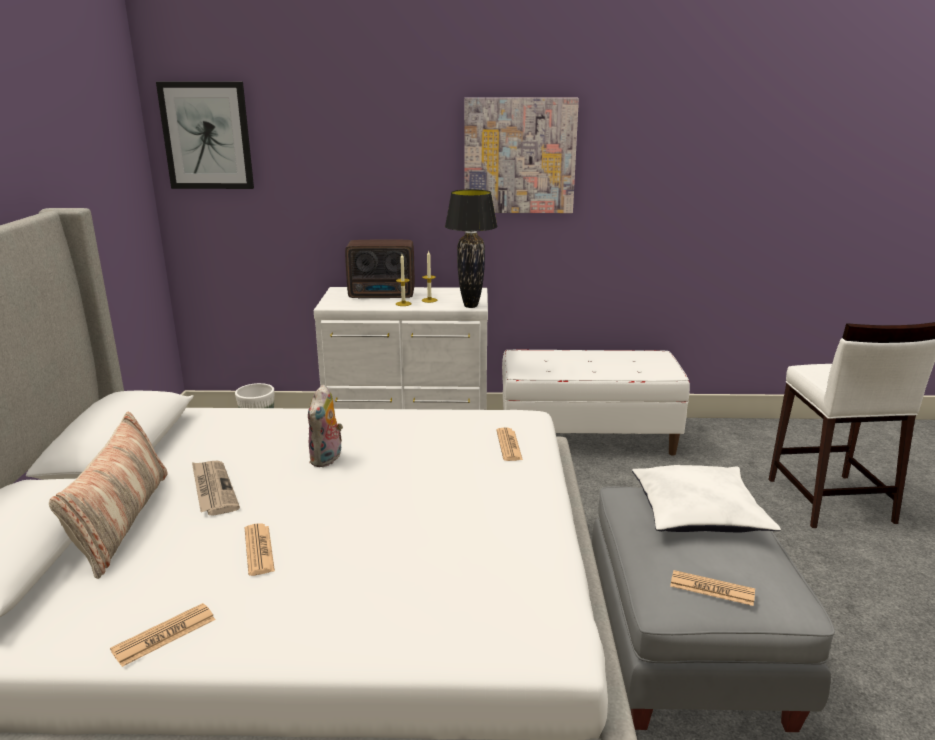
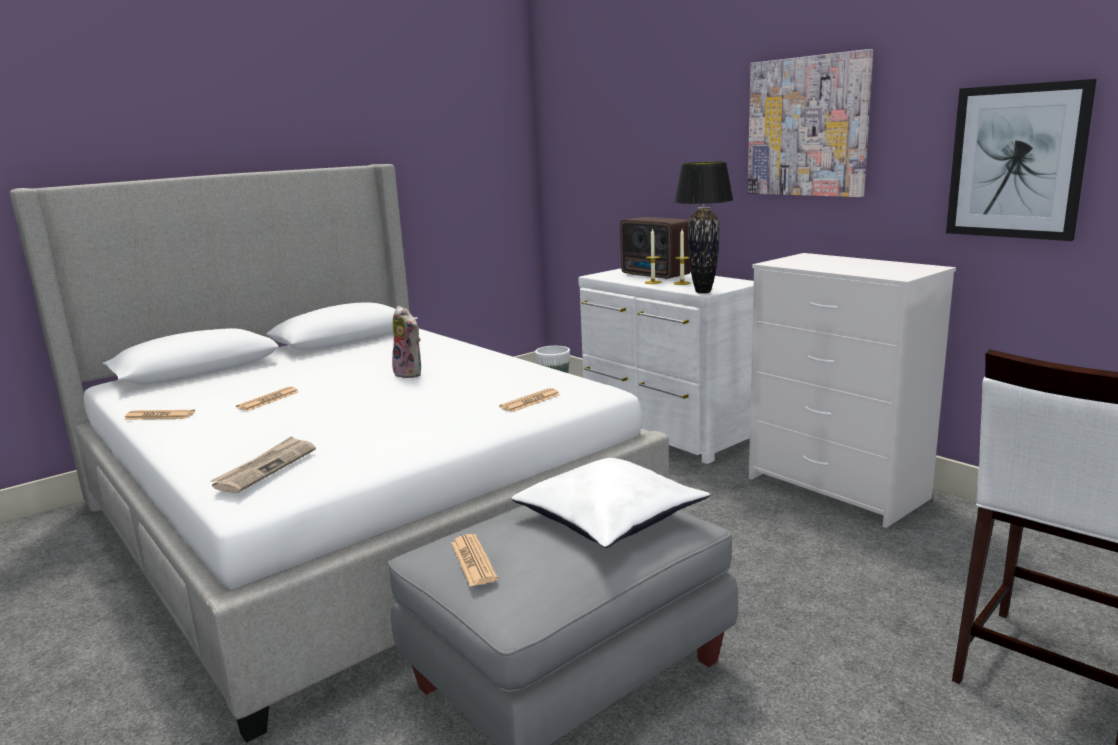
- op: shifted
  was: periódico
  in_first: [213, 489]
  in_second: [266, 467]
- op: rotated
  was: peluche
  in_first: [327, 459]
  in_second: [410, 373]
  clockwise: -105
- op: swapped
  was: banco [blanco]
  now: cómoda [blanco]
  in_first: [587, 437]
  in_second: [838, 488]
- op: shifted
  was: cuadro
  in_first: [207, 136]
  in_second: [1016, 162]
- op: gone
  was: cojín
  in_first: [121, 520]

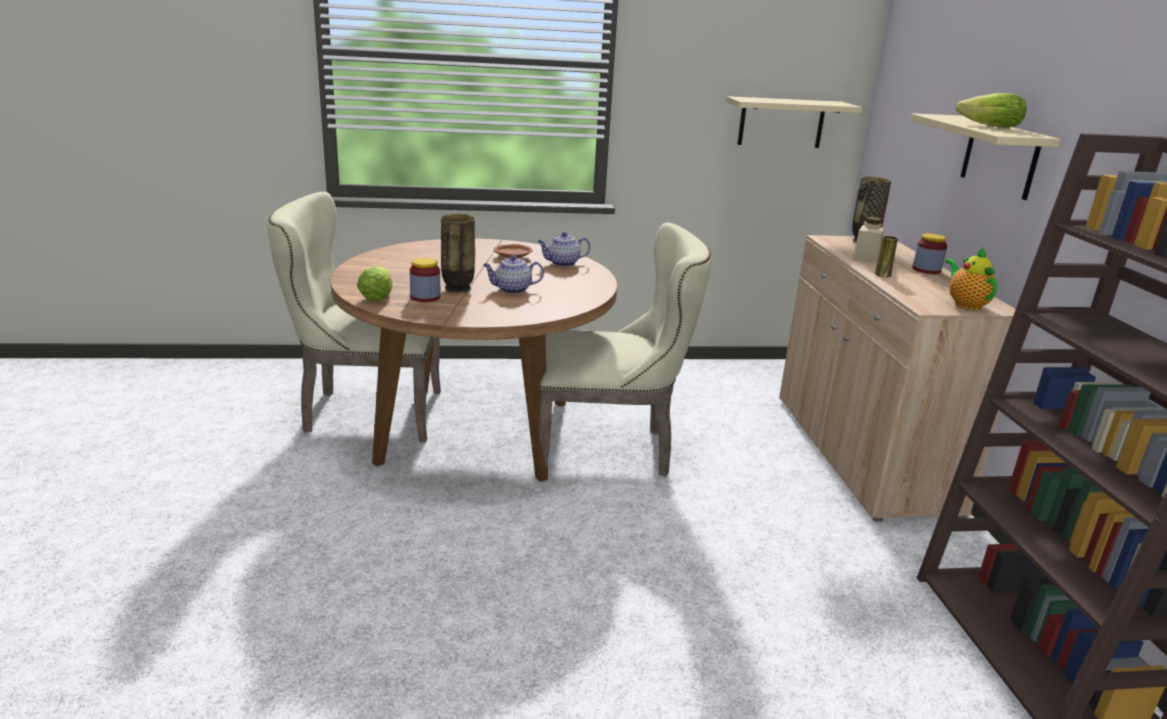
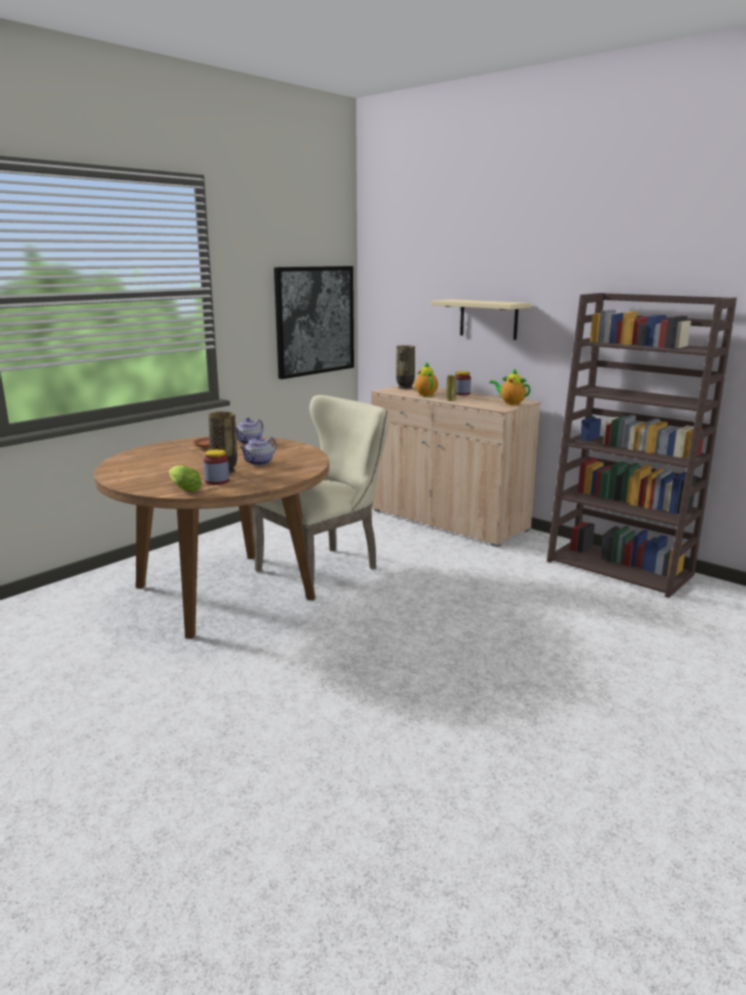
- op: swapped
  was: estante [beis]
  now: cuadro
  in_first: [781, 122]
  in_second: [314, 320]
- op: swapped
  was: tarro [beis]
  now: tetera
  in_first: [865, 258]
  in_second: [425, 394]
- op: gone
  was: silla [beis]
  in_first: [364, 413]
- op: gone
  was: lechuga
  in_first: [986, 126]

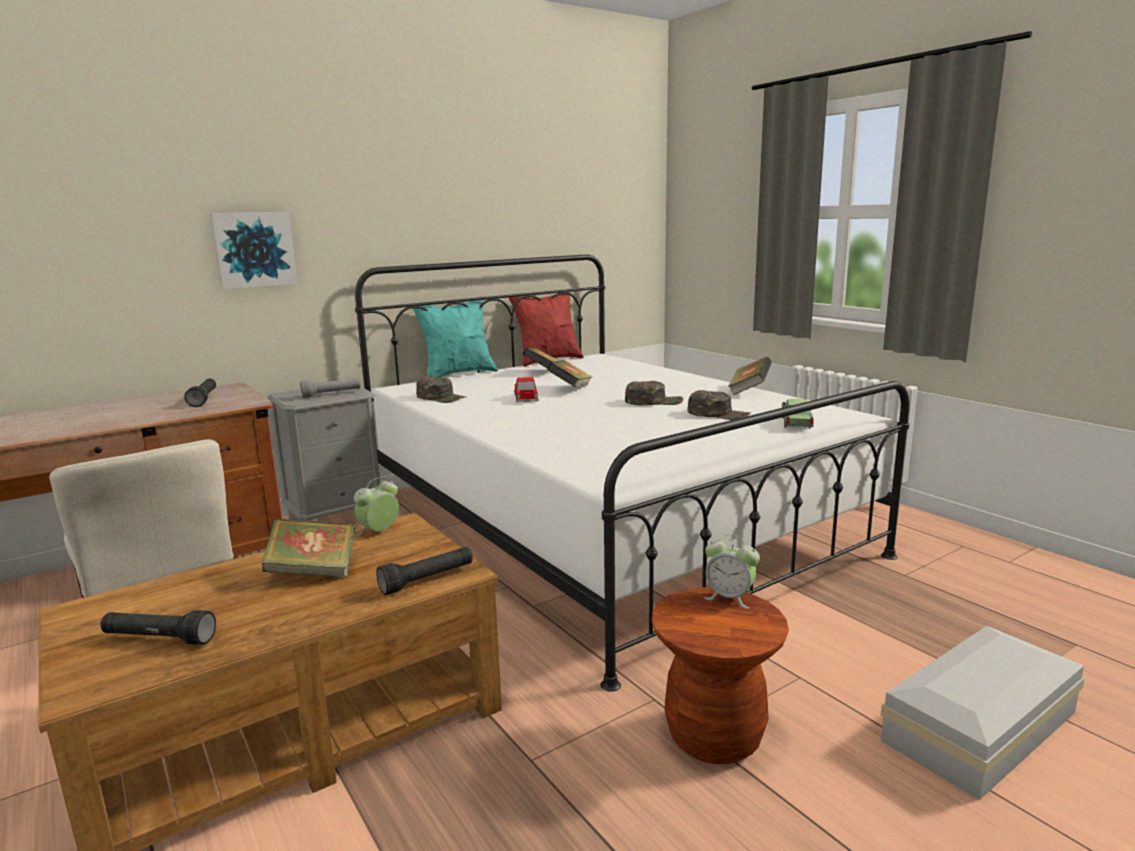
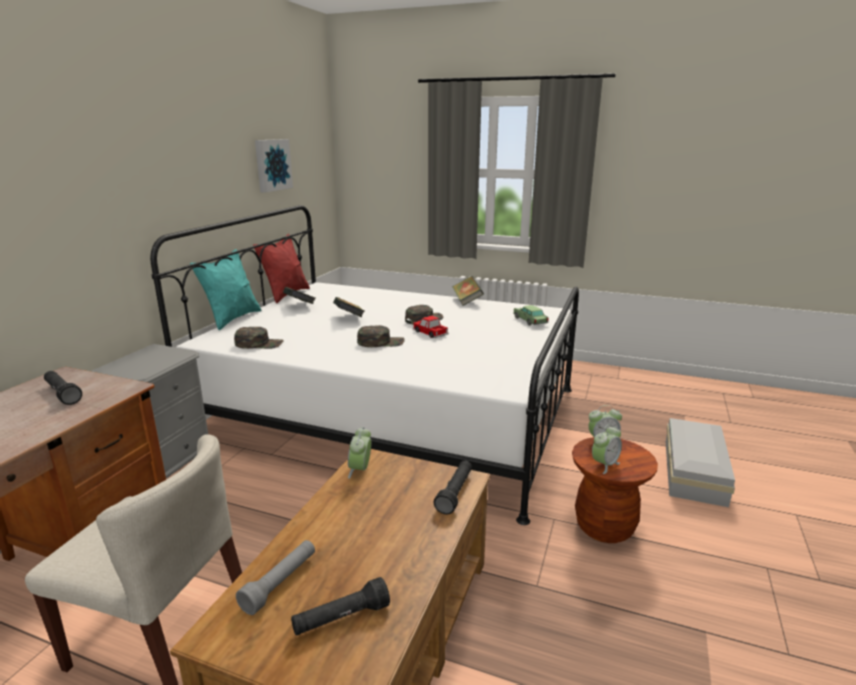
- op: shifted
  was: linterna [gris]
  in_first: [331, 394]
  in_second: [280, 583]
- op: shifted
  was: cuadro
  in_first: [254, 249]
  in_second: [272, 165]
- op: shifted
  was: gorra [verde]
  in_first: [718, 414]
  in_second: [380, 342]
- op: shifted
  was: coche de juguete
  in_first: [526, 398]
  in_second: [430, 333]
- op: new
  now: despertador
  in_second: [604, 465]
- op: gone
  was: libro
  in_first: [313, 571]

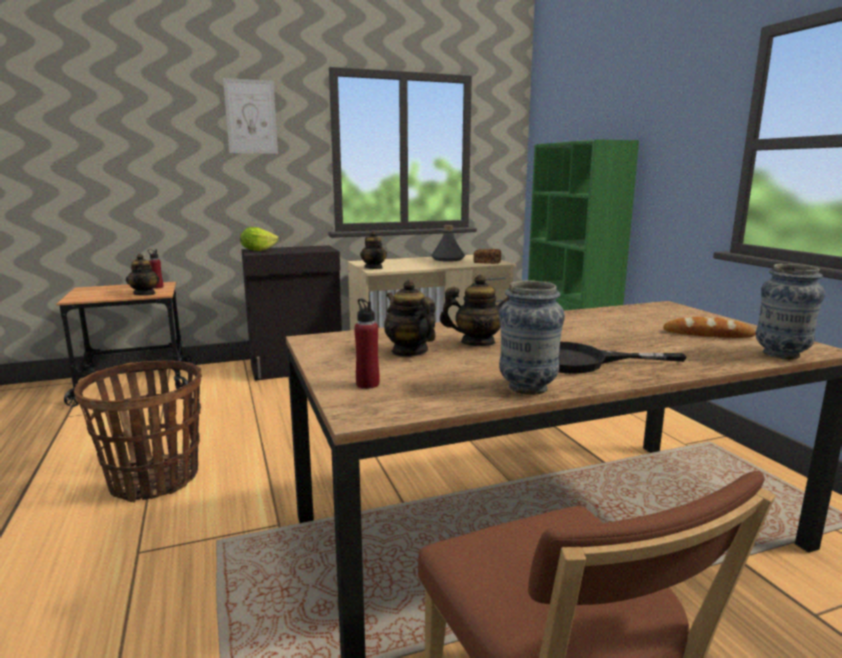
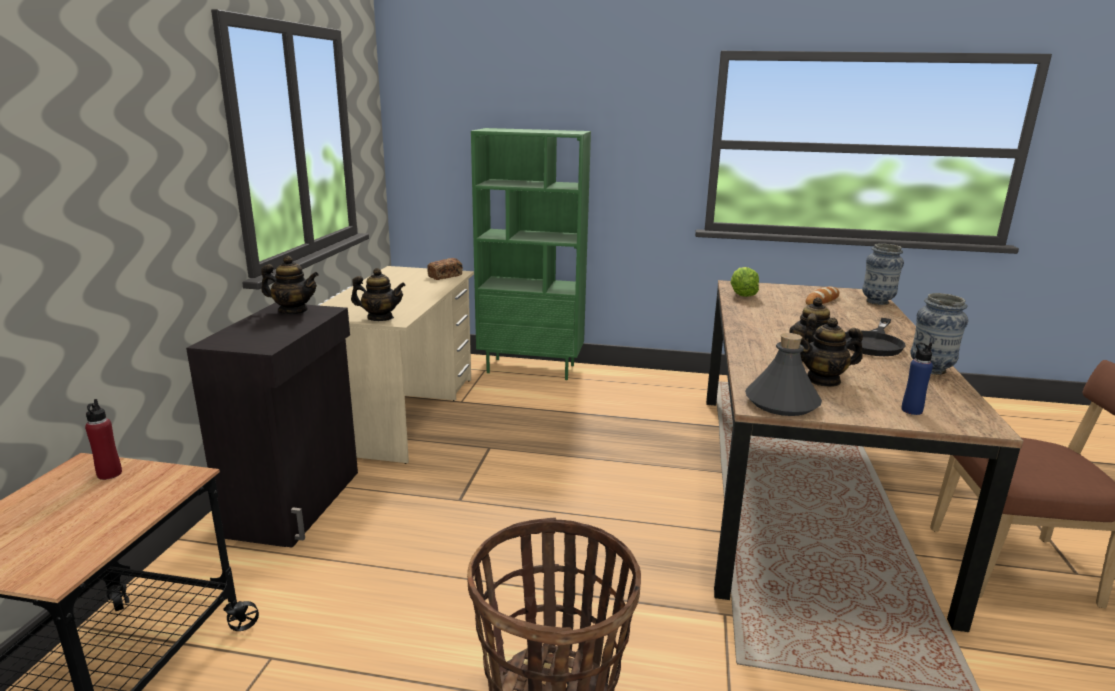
- op: shifted
  was: tetera
  in_first: [145, 294]
  in_second: [293, 311]
- op: shifted
  was: lechuga
  in_first: [258, 250]
  in_second: [742, 295]
- op: shifted
  was: botella [gris]
  in_first: [448, 259]
  in_second: [782, 403]
- op: repainted
  was: botella [rojo]
  now: botella [azul]
  in_first: [367, 384]
  in_second: [911, 410]
- op: gone
  was: cuadro
  in_first: [251, 117]

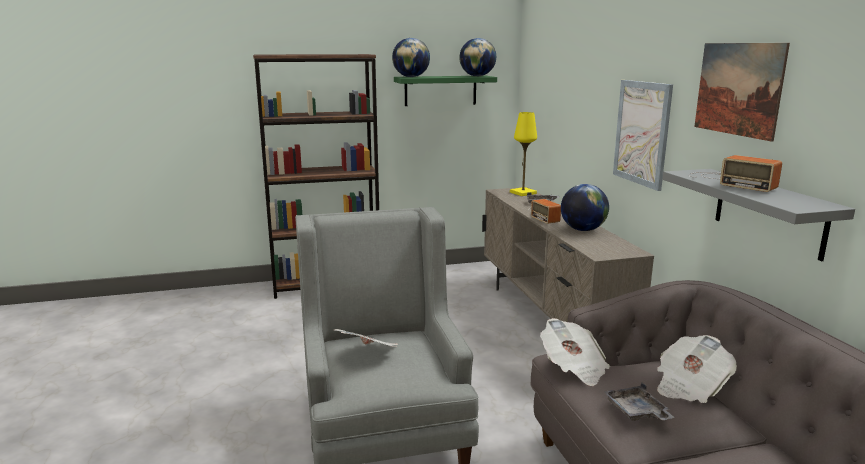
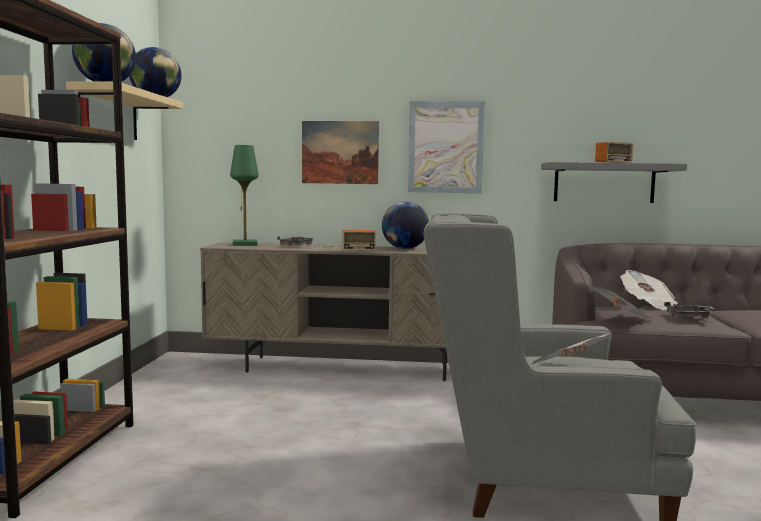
- op: repainted
  was: estante [verde]
  now: estante [beis]
  in_first: [440, 90]
  in_second: [108, 114]
- op: repainted
  was: lámpara de mesa [amarillo]
  now: lámpara de mesa [verde]
  in_first: [522, 193]
  in_second: [245, 244]
- op: shifted
  was: cuadro
  in_first: [738, 89]
  in_second: [340, 152]

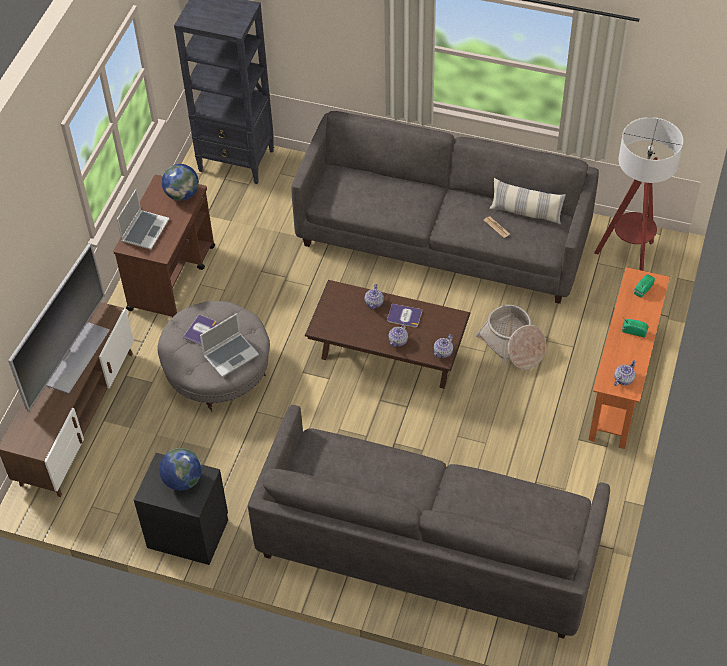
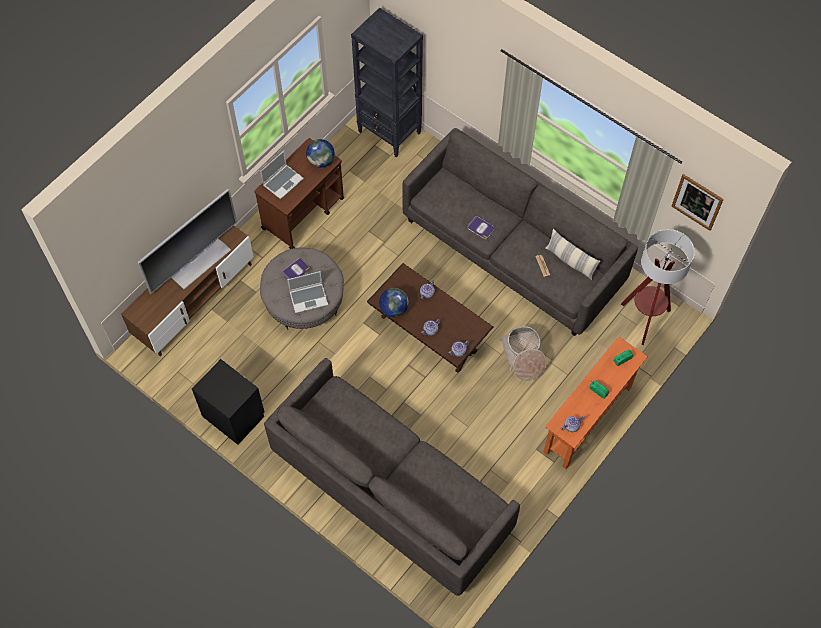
- op: shifted
  was: globo terráqueo
  in_first: [182, 480]
  in_second: [393, 309]
- op: shifted
  was: libro
  in_first: [404, 316]
  in_second: [481, 228]
- op: new
  now: cuadro
  in_second: [697, 202]

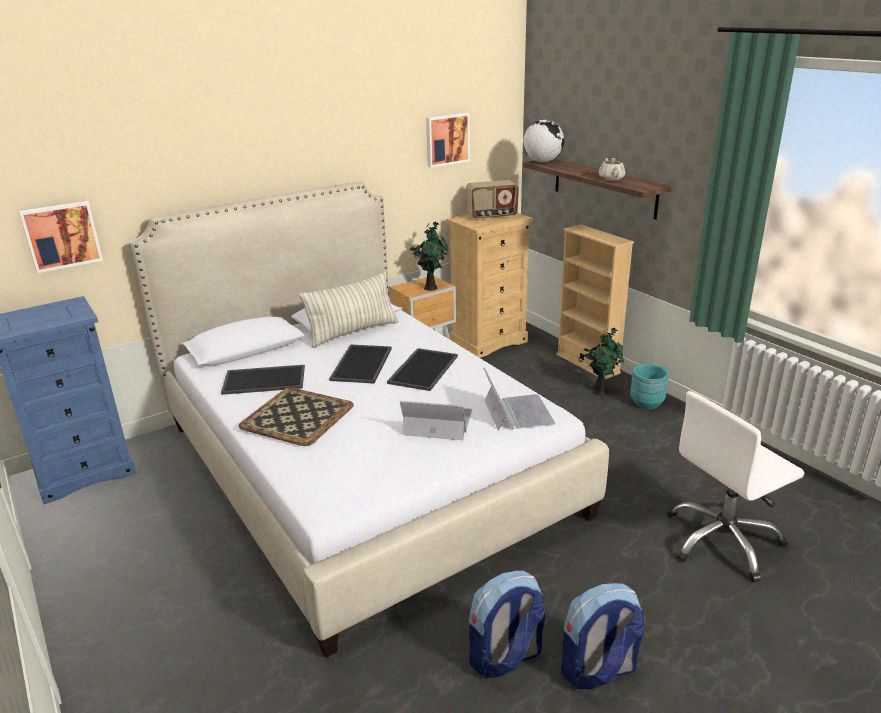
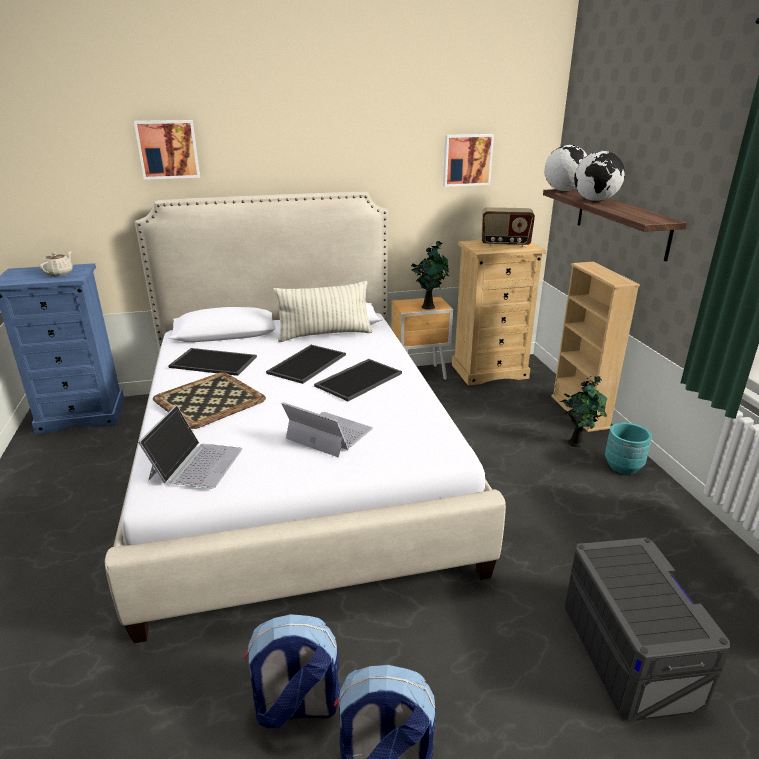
- op: shifted
  was: tetera [beis]
  in_first: [611, 178]
  in_second: [59, 273]
- op: shifted
  was: cuadro
  in_first: [61, 235]
  in_second: [168, 149]
- op: shifted
  was: portátil
  in_first: [517, 412]
  in_second: [196, 463]
- op: swapped
  was: silla de oficina [blanco]
  now: caja de almacenaje [gris]
  in_first: [723, 541]
  in_second: [628, 651]
- op: new
  now: globo terráqueo
  in_second: [595, 201]

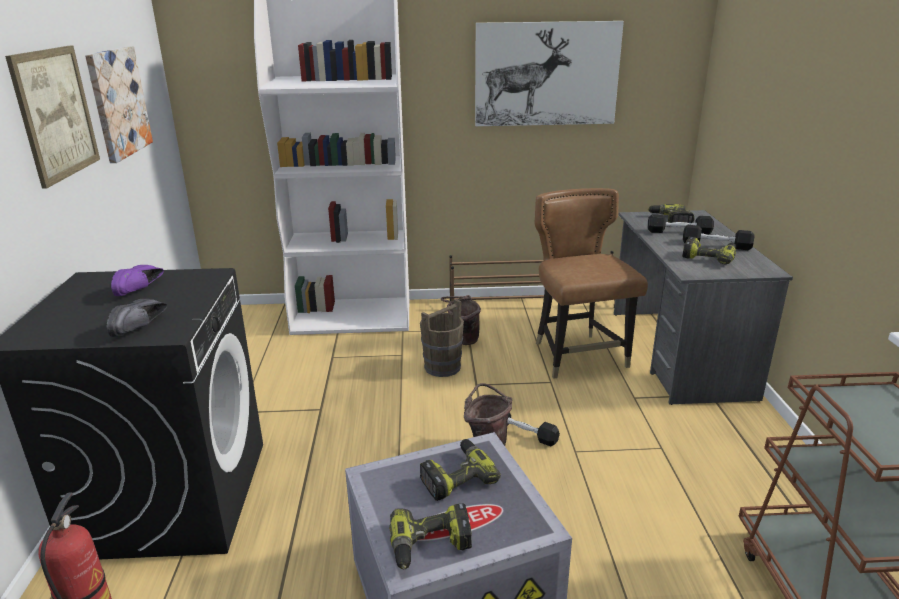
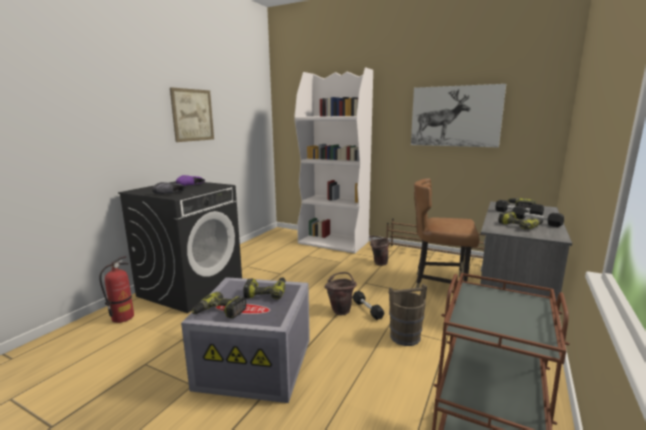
- op: shifted
  was: cubo [marrón]
  in_first: [443, 367]
  in_second: [405, 337]
- op: rotated
  was: silla [marrón]
  in_first: [578, 356]
  in_second: [440, 284]
  clockwise: -90
- op: gone
  was: cuadro
  in_first: [118, 102]

